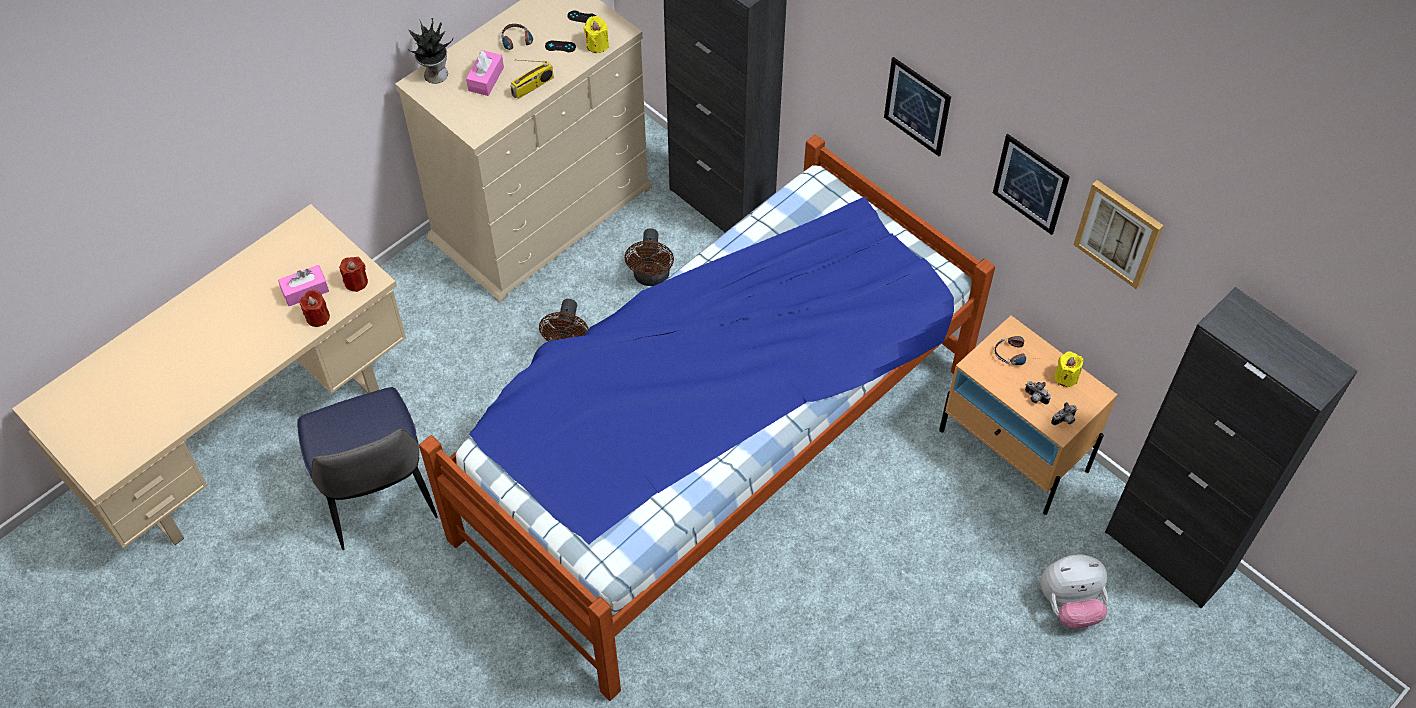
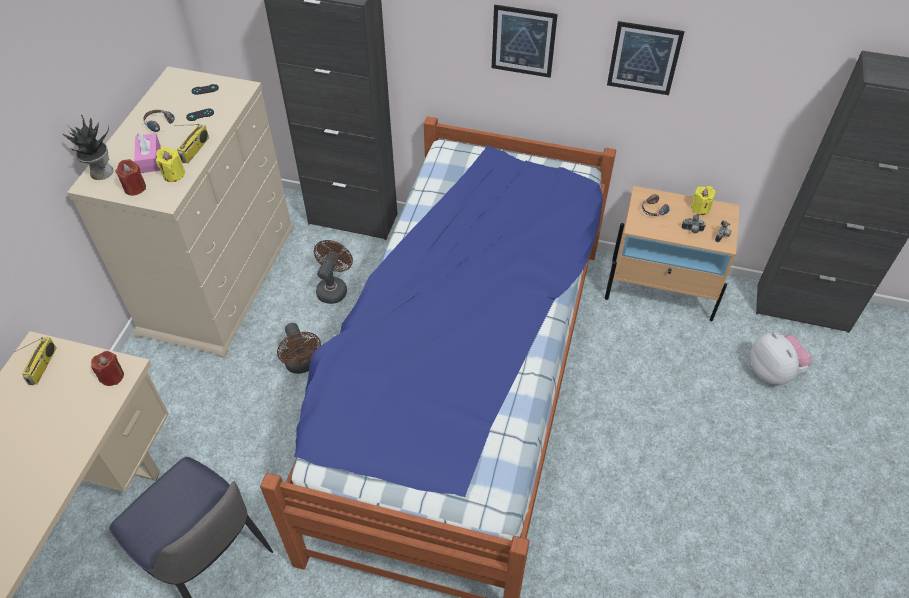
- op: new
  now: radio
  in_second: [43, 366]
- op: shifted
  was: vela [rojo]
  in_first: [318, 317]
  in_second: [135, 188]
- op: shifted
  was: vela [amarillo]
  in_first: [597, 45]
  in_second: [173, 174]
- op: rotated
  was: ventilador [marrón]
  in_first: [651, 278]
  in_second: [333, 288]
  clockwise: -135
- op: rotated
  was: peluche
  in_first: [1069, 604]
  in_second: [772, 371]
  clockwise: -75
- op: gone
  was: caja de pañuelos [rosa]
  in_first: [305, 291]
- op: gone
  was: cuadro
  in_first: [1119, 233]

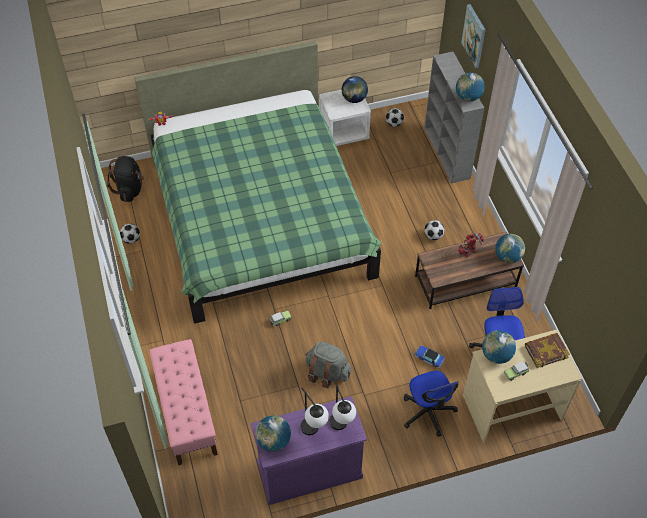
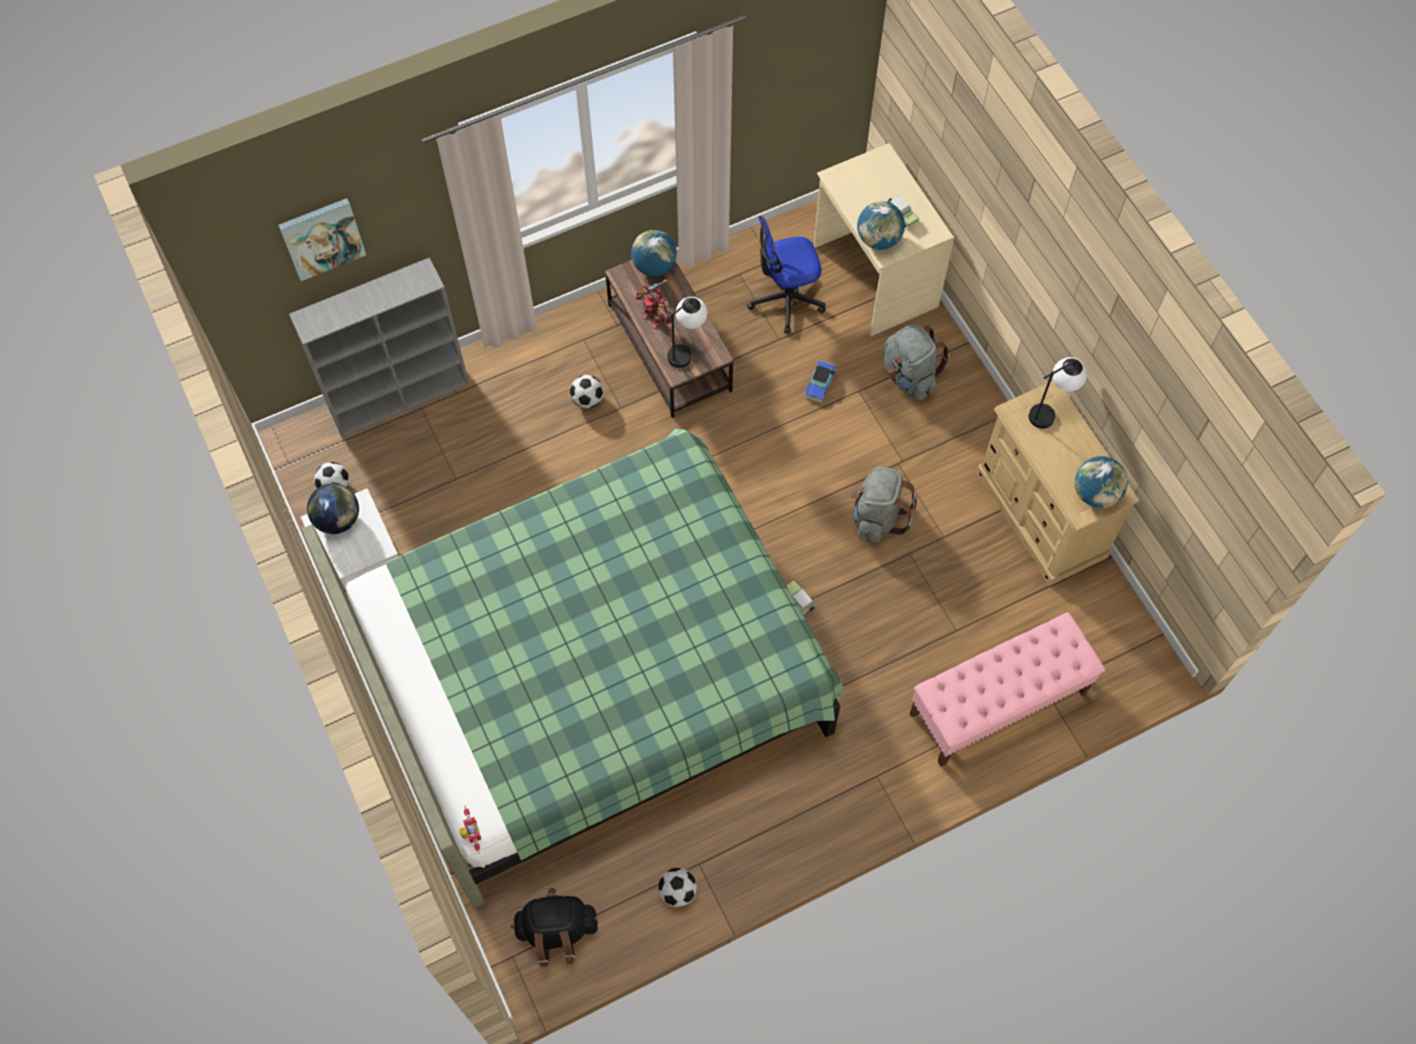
- op: shifted
  was: lámpara de mesa
  in_first: [314, 432]
  in_second: [686, 351]
- op: swapped
  was: silla de oficina
  now: mochila [gris]
  in_first: [428, 412]
  in_second: [909, 376]
- op: repainted
  was: cómoda [morado]
  now: cómoda [beis]
  in_first: [309, 470]
  in_second: [1040, 515]
- op: gone
  was: globo terráqueo
  in_first: [468, 97]
- op: gone
  was: libro
  in_first: [546, 351]

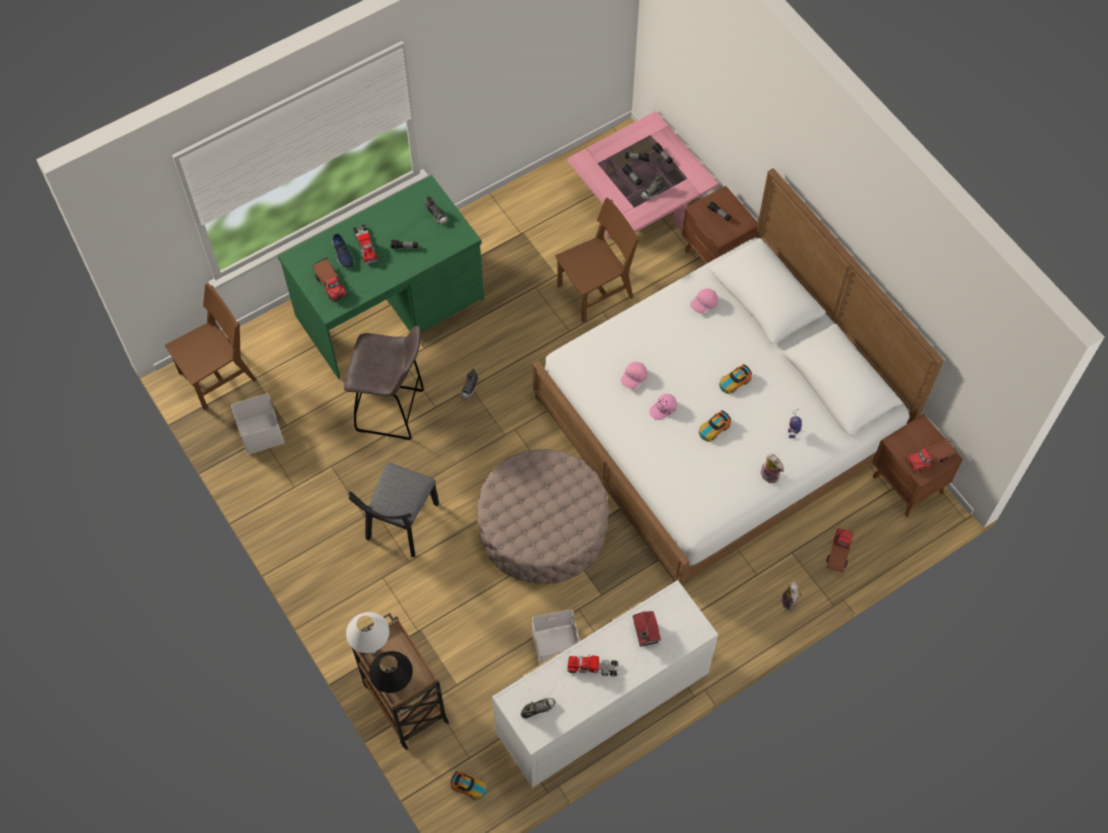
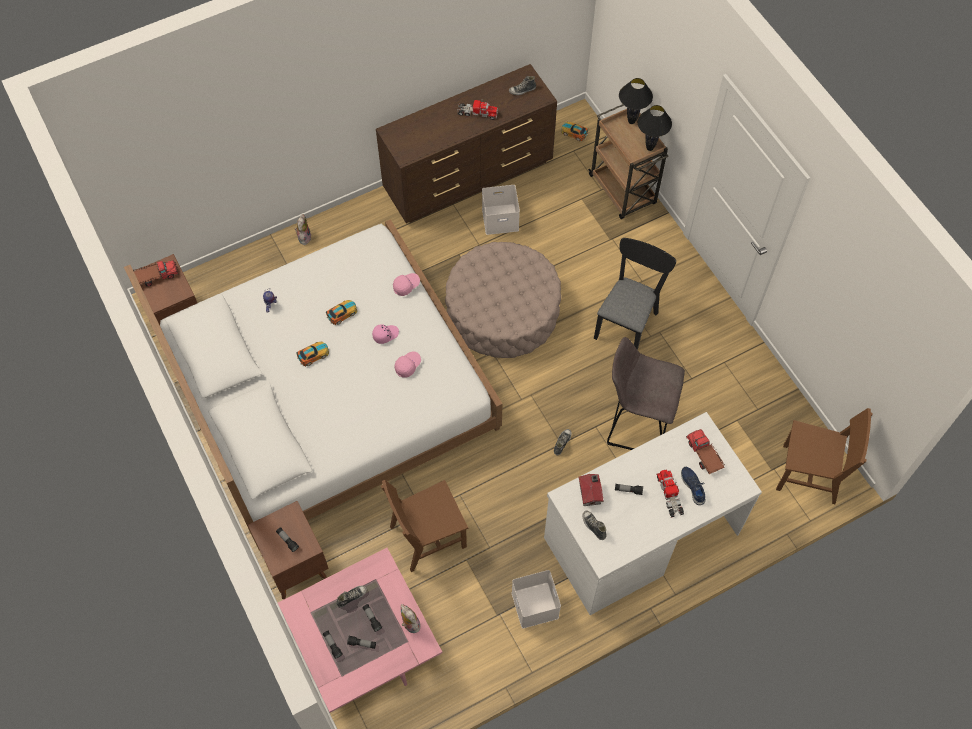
- op: repainted
  was: cómoda [blanco]
  now: cómoda [marrón]
  in_first: [601, 705]
  in_second: [469, 176]
- op: shifted
  was: gorra [rosa]
  in_first: [703, 304]
  in_second: [406, 286]
- op: shifted
  was: peluche
  in_first: [771, 475]
  in_second: [410, 624]
- op: shifted
  was: caja de almacenaje [blanco]
  in_first: [259, 432]
  in_second: [536, 605]
- op: repainted
  was: escritorio [verde]
  now: escritorio [blanco]
  in_first: [391, 308]
  in_second: [640, 535]
- op: shifted
  was: casita
  in_first: [645, 633]
  in_second: [590, 493]
- op: repainted
  was: lámpara de mesa [blanco]
  now: lámpara de mesa [negro]
  in_first: [372, 649]
  in_second: [650, 148]
- op: rotated
  was: silla [marrón]
  in_first: [218, 376]
  in_second: [809, 474]
  clockwise: -135
- op: gone
  was: camión de juguete
  in_first: [838, 554]

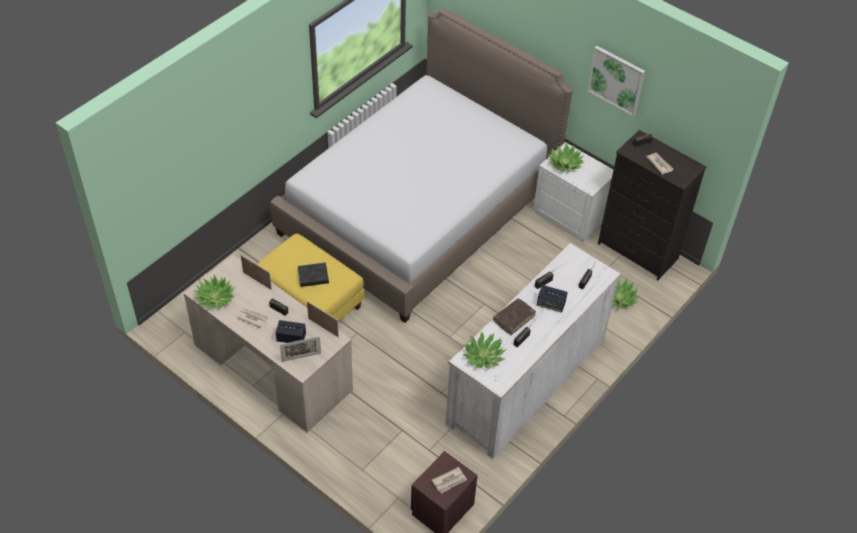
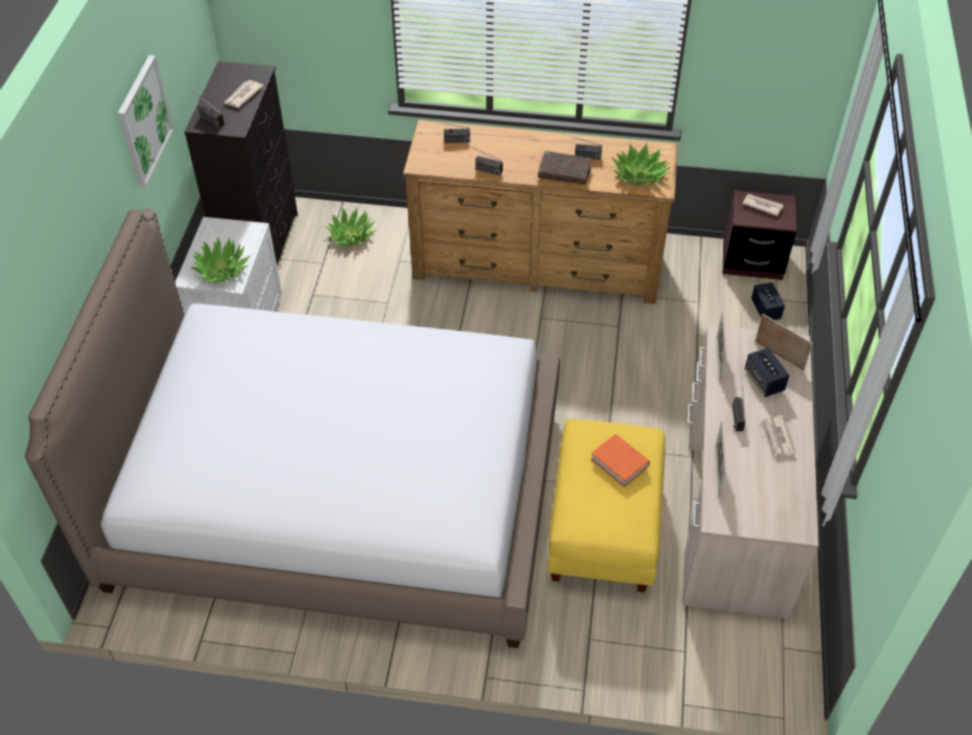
- op: repainted
  was: cómoda [blanco]
  now: cómoda [marrón]
  in_first: [526, 381]
  in_second: [537, 264]
- op: repainted
  was: libro [negro]
  now: libro [naranja]
  in_first: [313, 277]
  in_second: [619, 463]
- op: shifted
  was: altavoz
  in_first: [551, 304]
  in_second: [765, 310]
- op: gone
  was: planta en maceta
  in_first: [215, 298]

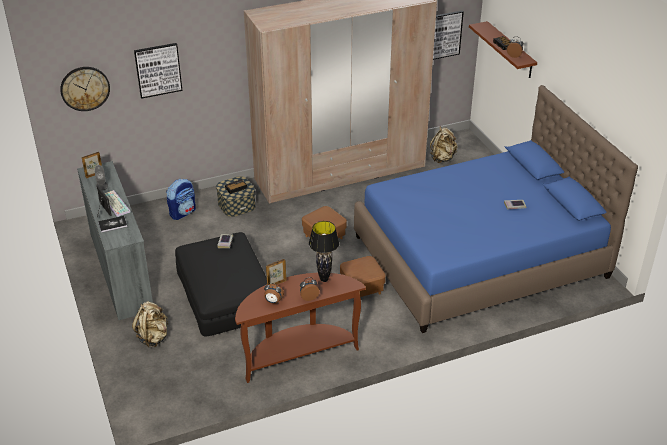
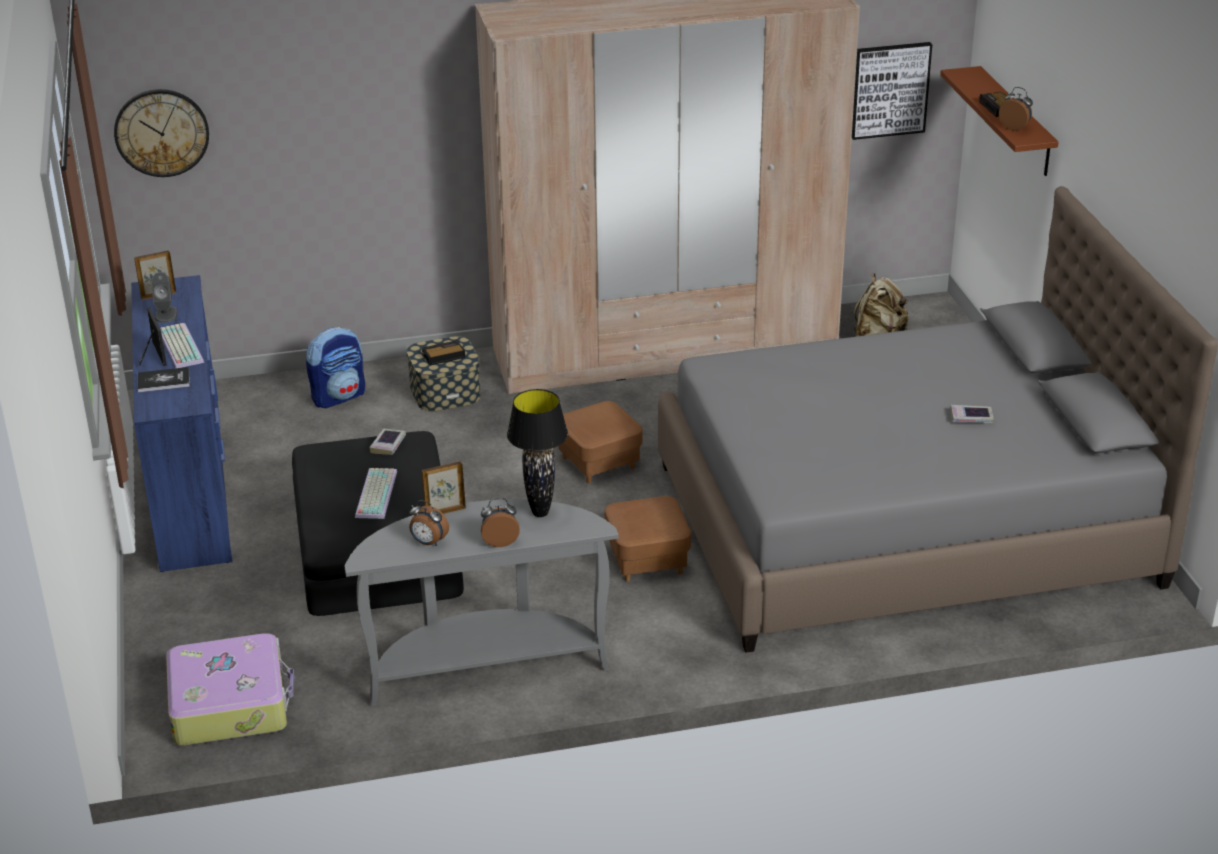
- op: repainted
  was: cómoda [gris]
  now: cómoda [azul]
  in_first: [121, 271]
  in_second: [193, 488]
- op: new
  now: maleta
  in_second: [230, 704]
- op: repainted
  was: mesa consola [marrón]
  now: mesa consola [gris]
  in_first: [298, 354]
  in_second: [485, 665]
- op: new
  now: teclado
  in_second: [375, 493]
- op: repainted
  was: cama [azul]
  now: cama [gris]
  in_first: [480, 256]
  in_second: [904, 524]
- op: gone
  was: mochila [beis]
  in_first: [153, 337]
- op: gone
  was: cuadro
  in_first: [158, 70]

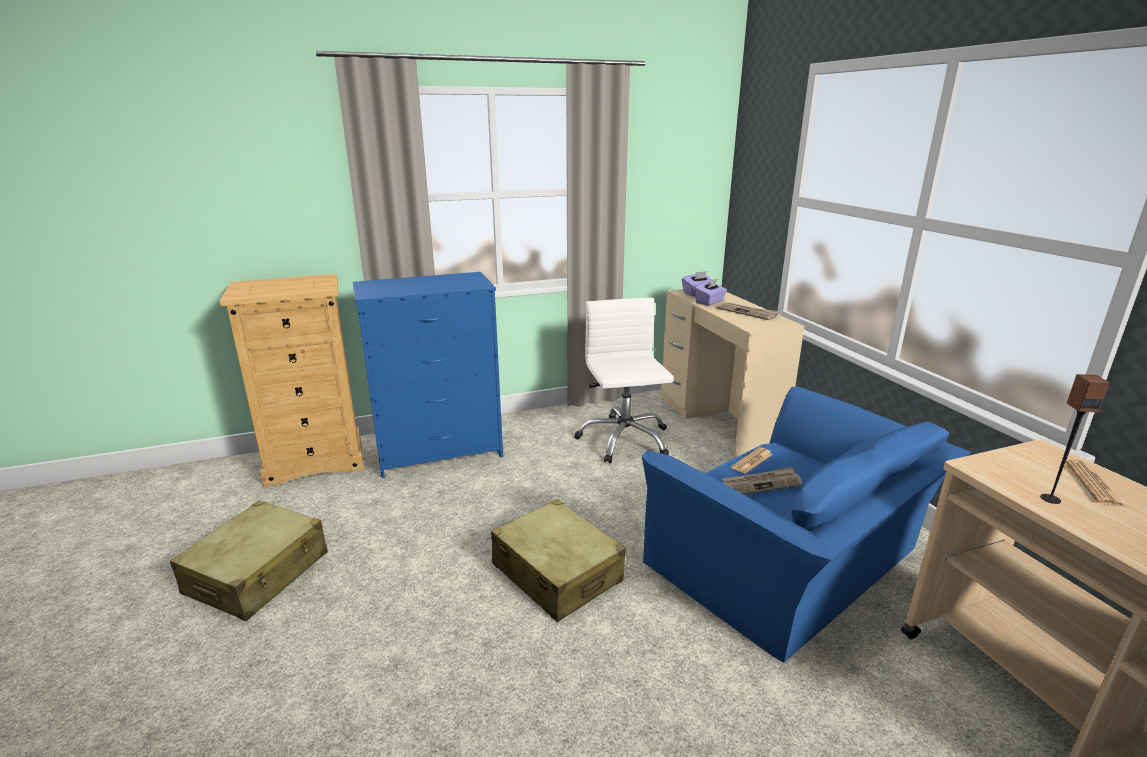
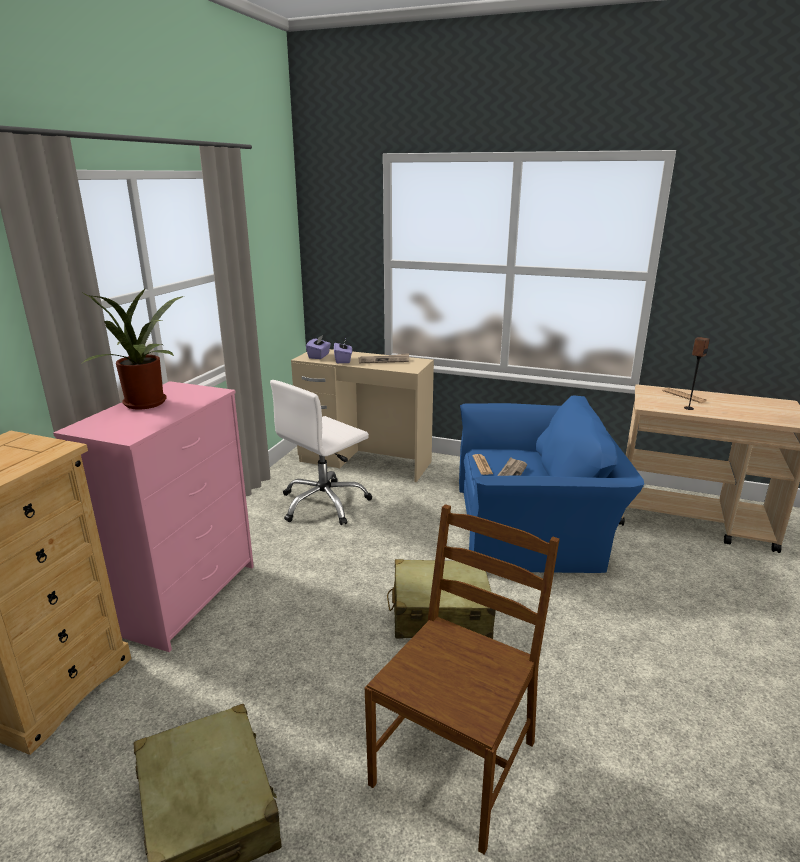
- op: repainted
  was: cómoda [azul]
  now: cómoda [rosa]
  in_first: [440, 451]
  in_second: [184, 596]
- op: new
  now: planta en maceta
  in_second: [147, 404]
- op: rotated
  was: silla de oficina [blanco]
  in_first: [624, 440]
  in_second: [324, 503]
  clockwise: -75
- op: new
  now: silla [marrón]
  in_second: [456, 762]

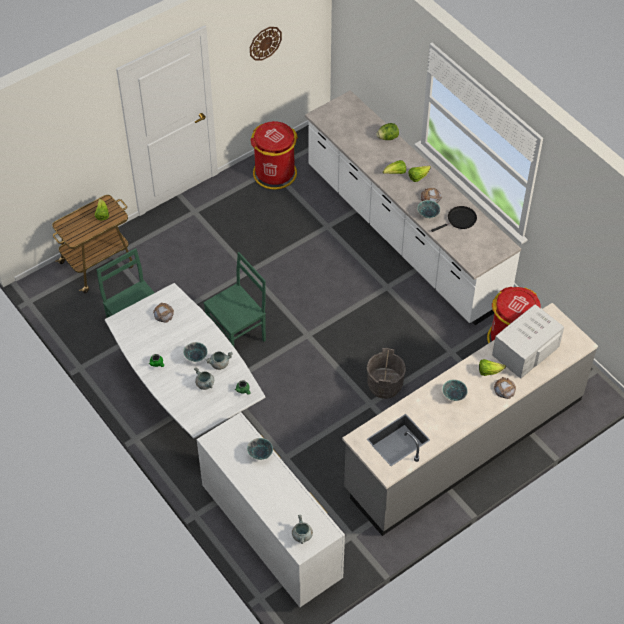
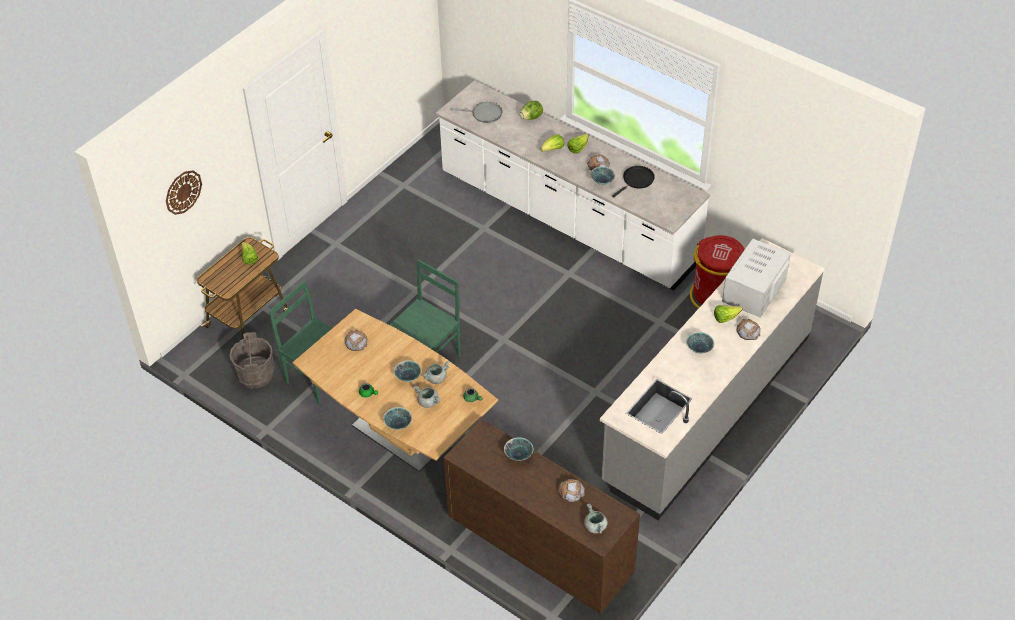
- op: shifted
  was: reloj de pared
  in_first: [265, 43]
  in_second: [183, 192]
- op: shifted
  was: cubo [gris]
  in_first: [384, 385]
  in_second: [255, 375]
- op: repainted
  was: mesa de comedor [blanco]
  now: mesa de comedor [marrón]
  in_first: [189, 401]
  in_second: [400, 435]
- op: new
  now: cuenco
  in_second: [398, 425]
- op: repainted
  was: cómoda [blanco]
  now: cómoda [marrón]
  in_first: [271, 533]
  in_second: [539, 547]
- op: new
  now: sartén [gris]
  in_second: [484, 114]
- op: new
  now: pan
  in_second: [571, 492]
- op: gone
  was: papelera [rojo]
  in_first: [274, 173]

